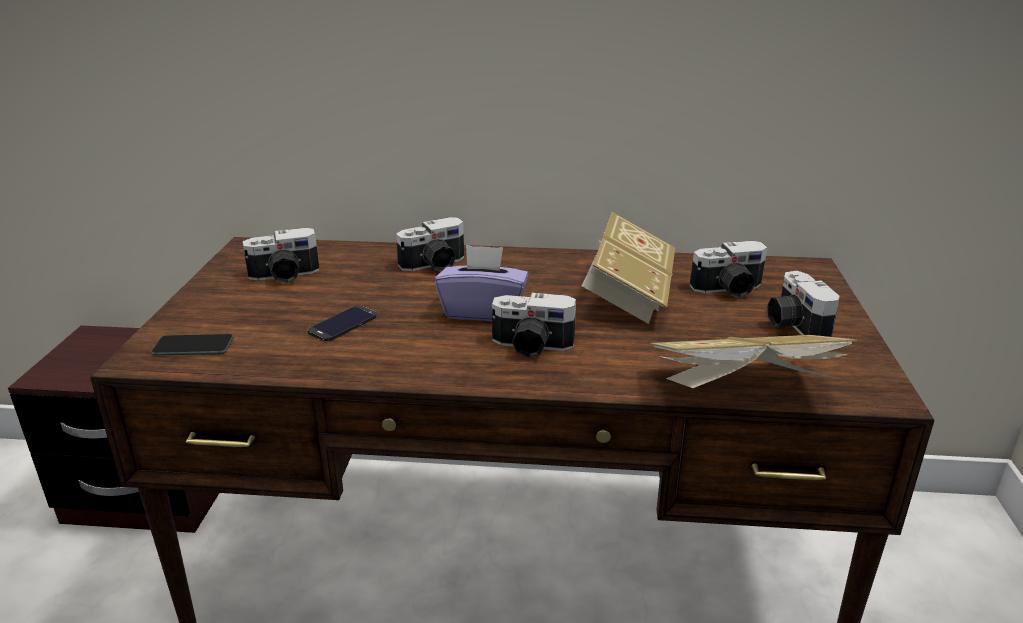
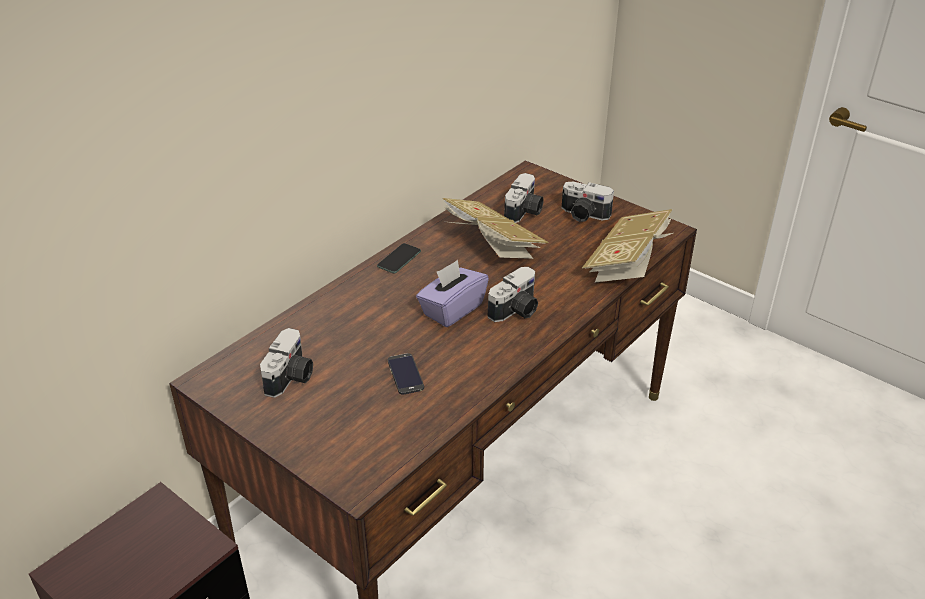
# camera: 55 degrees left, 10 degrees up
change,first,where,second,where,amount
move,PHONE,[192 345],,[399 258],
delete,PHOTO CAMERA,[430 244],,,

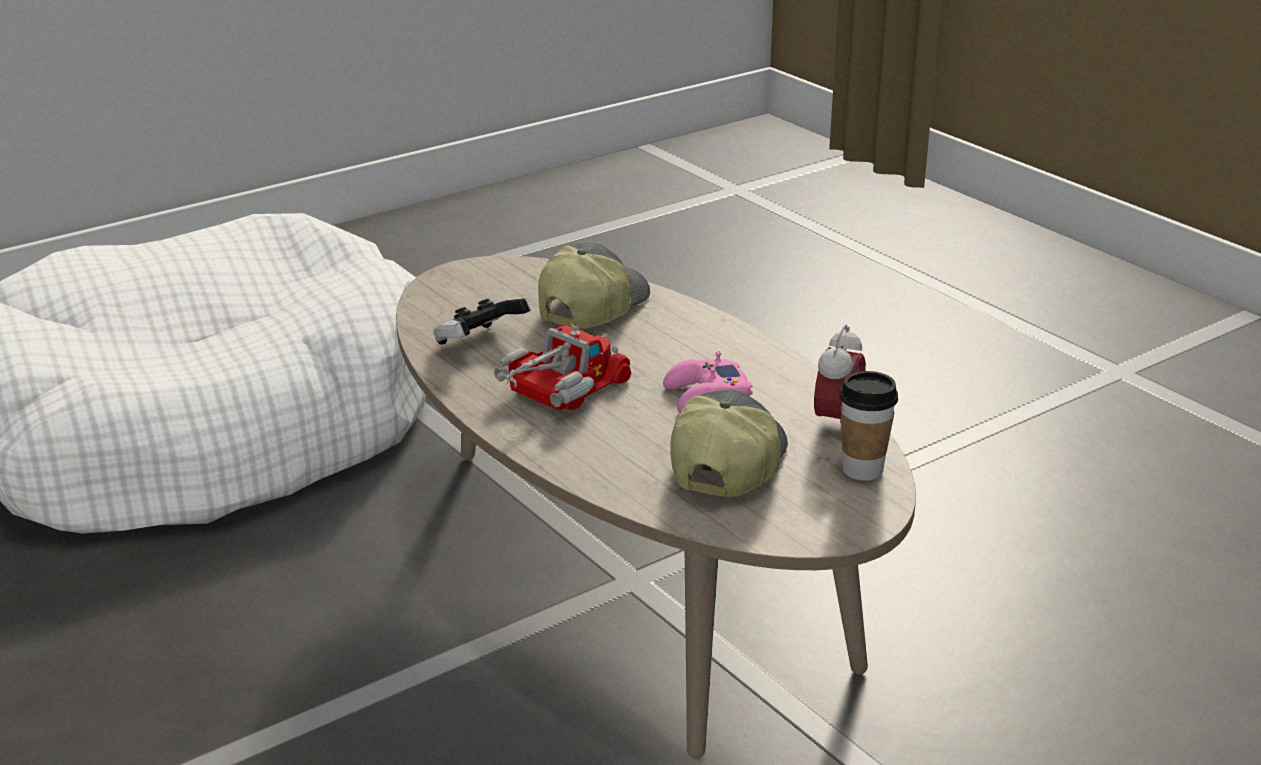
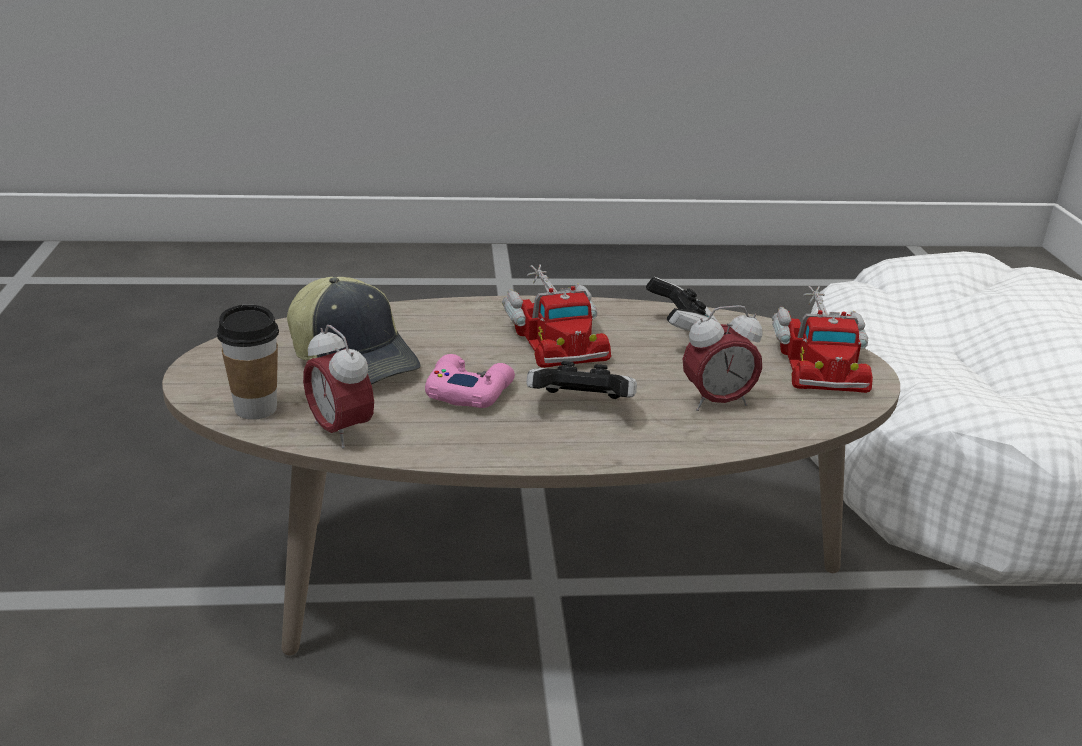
# camera: 120 degrees right, 0 degrees up
change,first,where,second,where,amount
insert,,,GAME CONTROLLER,[581 380],
replace,CAP,[594 286],ALARM CLOCK,[723 358],
insert,,,TOY TRUCK,[822 339],

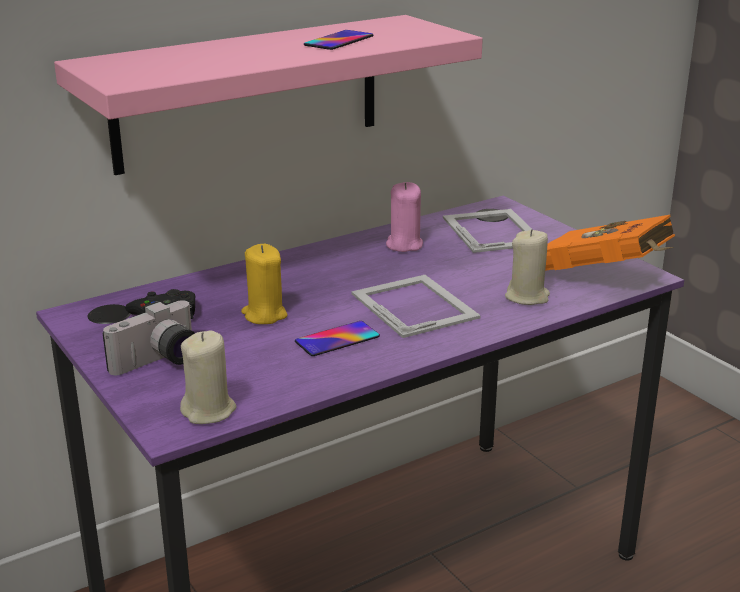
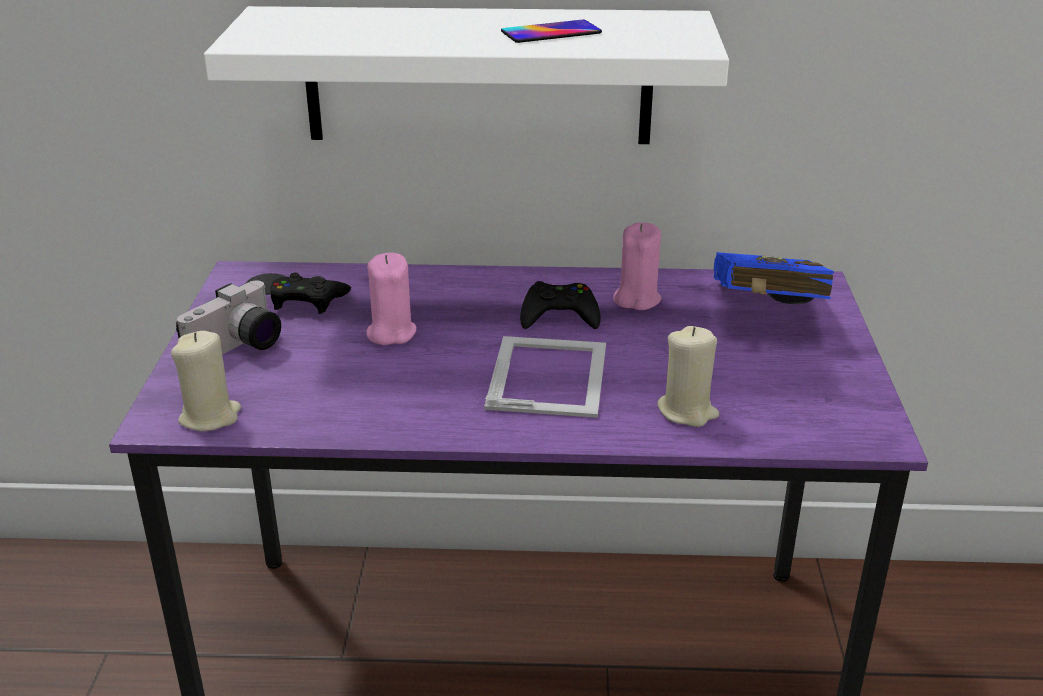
# camera: 35 degrees right, 5 degrees up
change,first,where,second,where,amount
rotate,PHOTO CAMERA,[149 337],,[228 317],45 degrees counterclockwise
recolor,PINK SHELF,[268 95],WHITE SHELF,[466 75],
recolor,YELLOW CANDLE,[264 284],PINK CANDLE,[391 299],
insert,,,BLACK GAME CONTROLLER,[560 305],
replace,PICTURE FRAME,[487 231],BLUE BOOK,[774 275],
delete,PHONE,[337 338],,,
delete,ORANGE BOOK,[610 243],,,

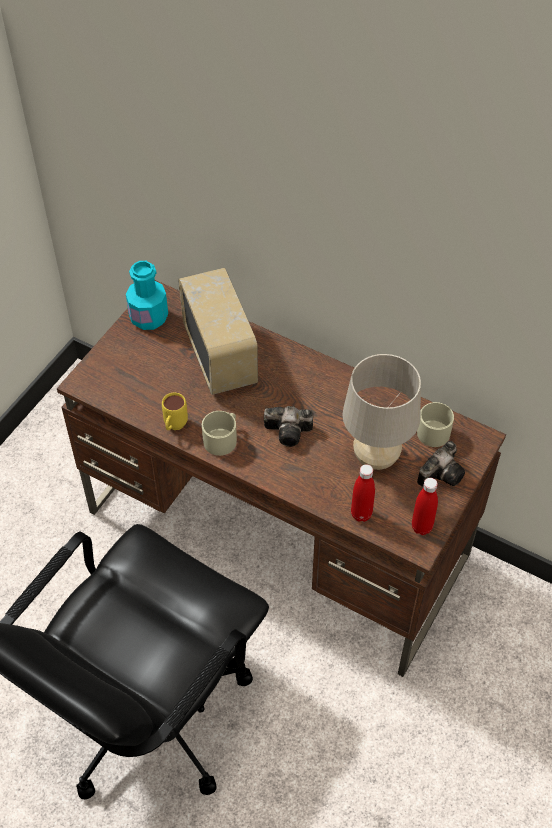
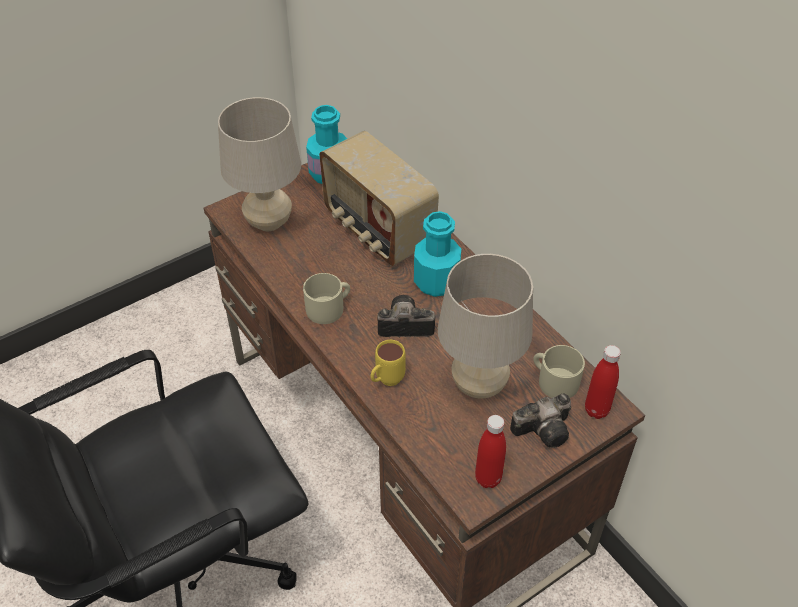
# camera: 25 degrees right, 5 degrees down
change,first,where,second,where,amount
insert,,,BEIGE TABLE LAMP,[259 164],
rotate,RADIO,[218 331],,[379 198],135 degrees clockwise
move,YELLOW MUG,[175 411],,[387 363],
rotate,PHOTO CAMERA,[288 426],,[406 316],150 degrees clockwise
insert,,,TURQUOISE BOTTLE,[437 254],
move,RED BOTTLE,[363 493],,[603 382],

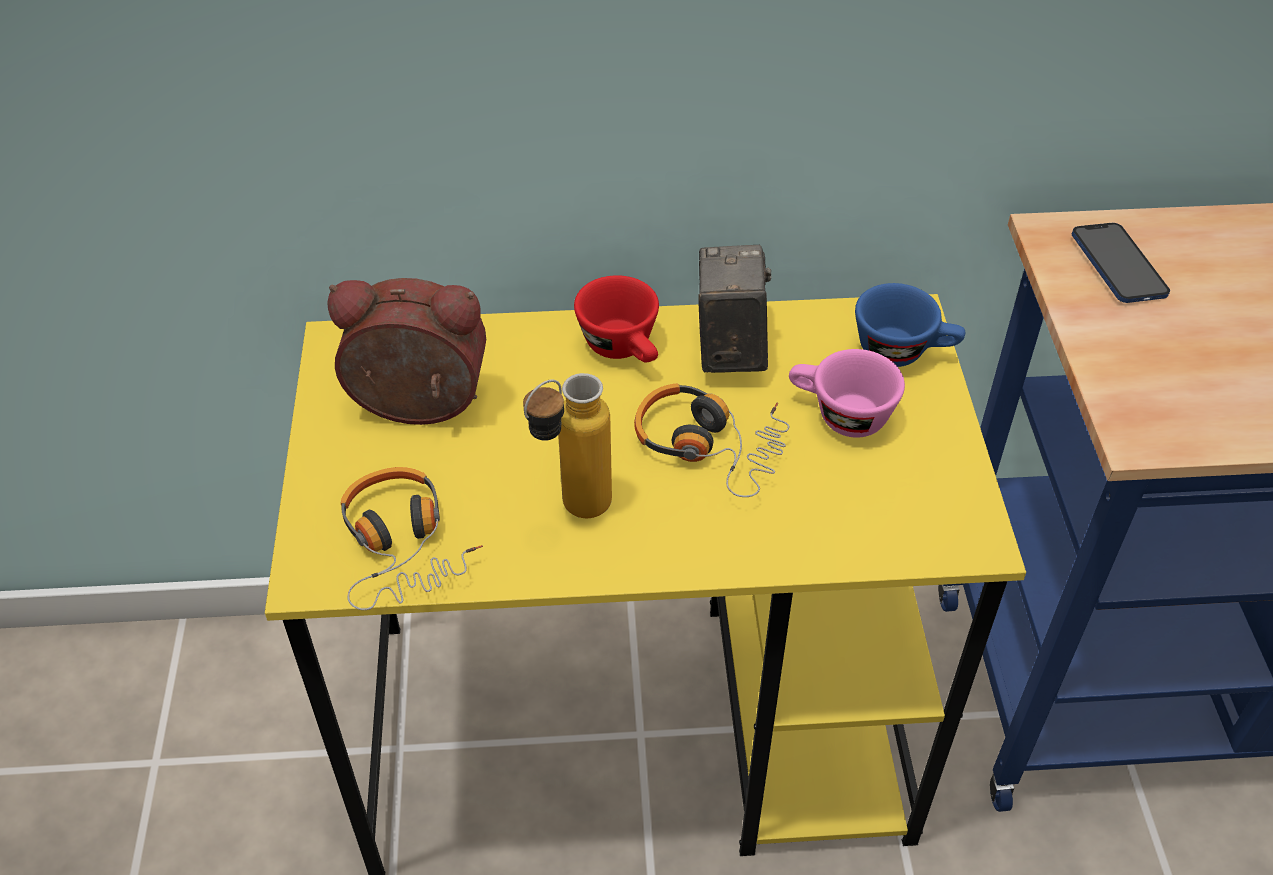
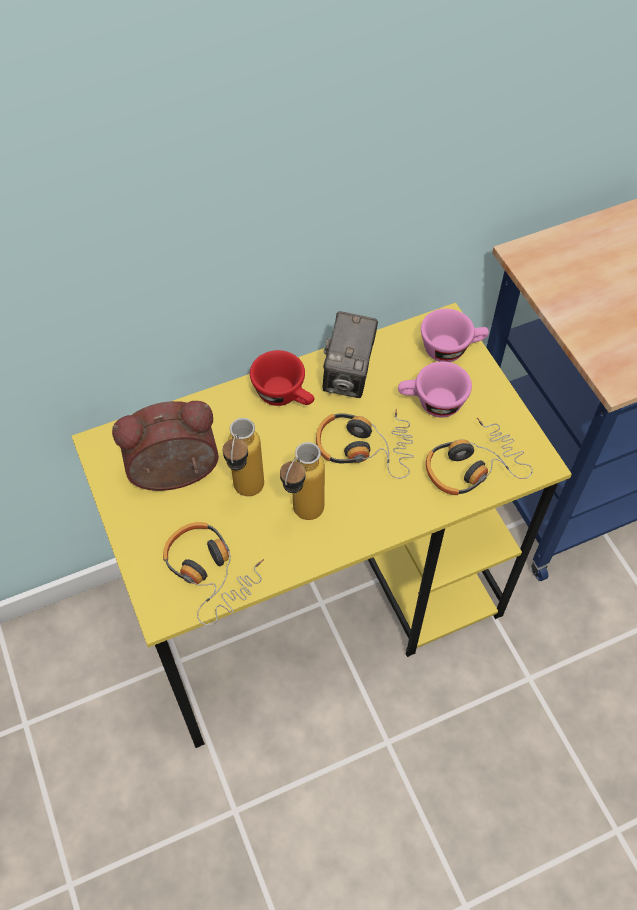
# camera: 20 degrees left, 10 degrees up
change,first,where,second,where,amount
insert,,,BOTTLE,[243 457],
rotate,PHOTO CAMERA,[734 309],,[350 354],150 degrees counterclockwise
recolor,BLUE CUP,[910 325],PINK CUP,[455 335],
insert,,,HEADPHONES,[479 456],
delete,PHONE,[1121 263],,,

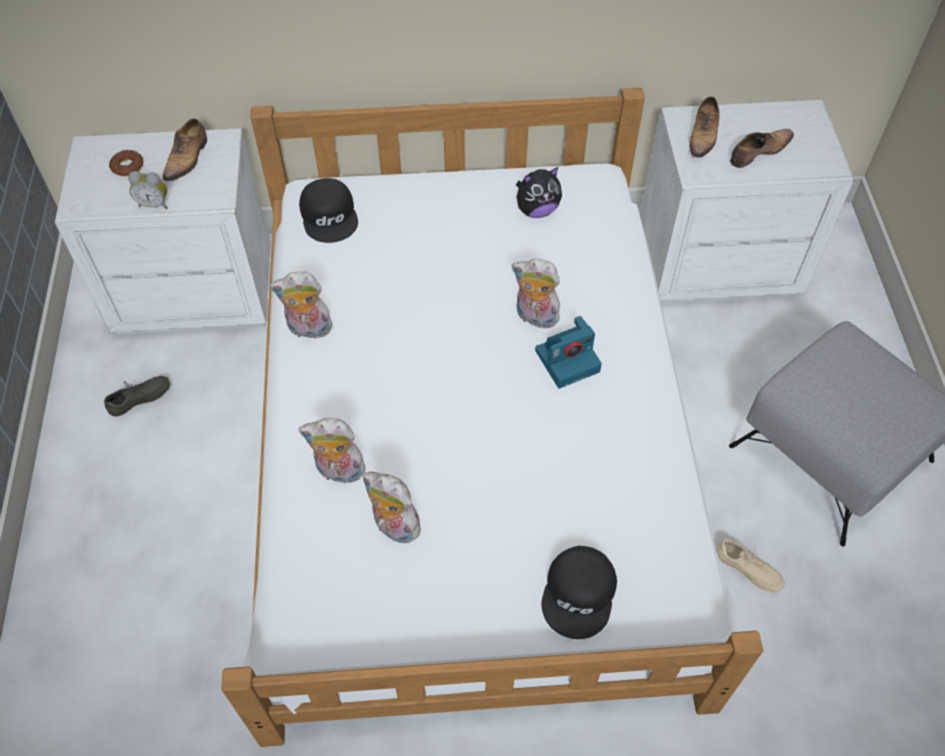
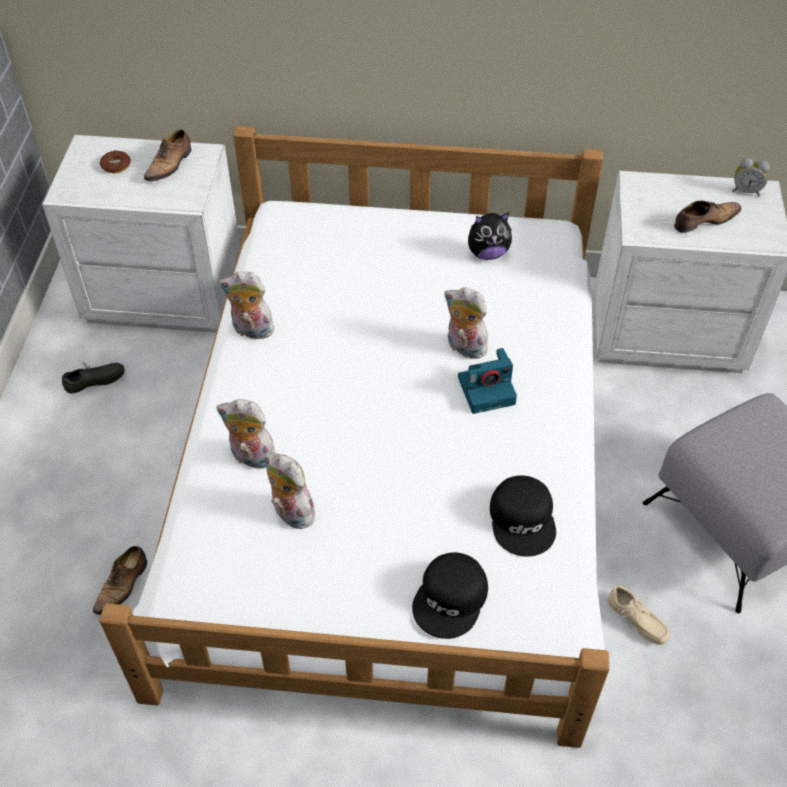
# camera: 10 degrees right, 5 degrees down
change,first,where,second,where,amount
move,SHOE,[704 127],,[120 580],
move,BLACK CAP,[328 210],,[523 516],
move,ALARM CLOCK,[147 190],,[751 177],

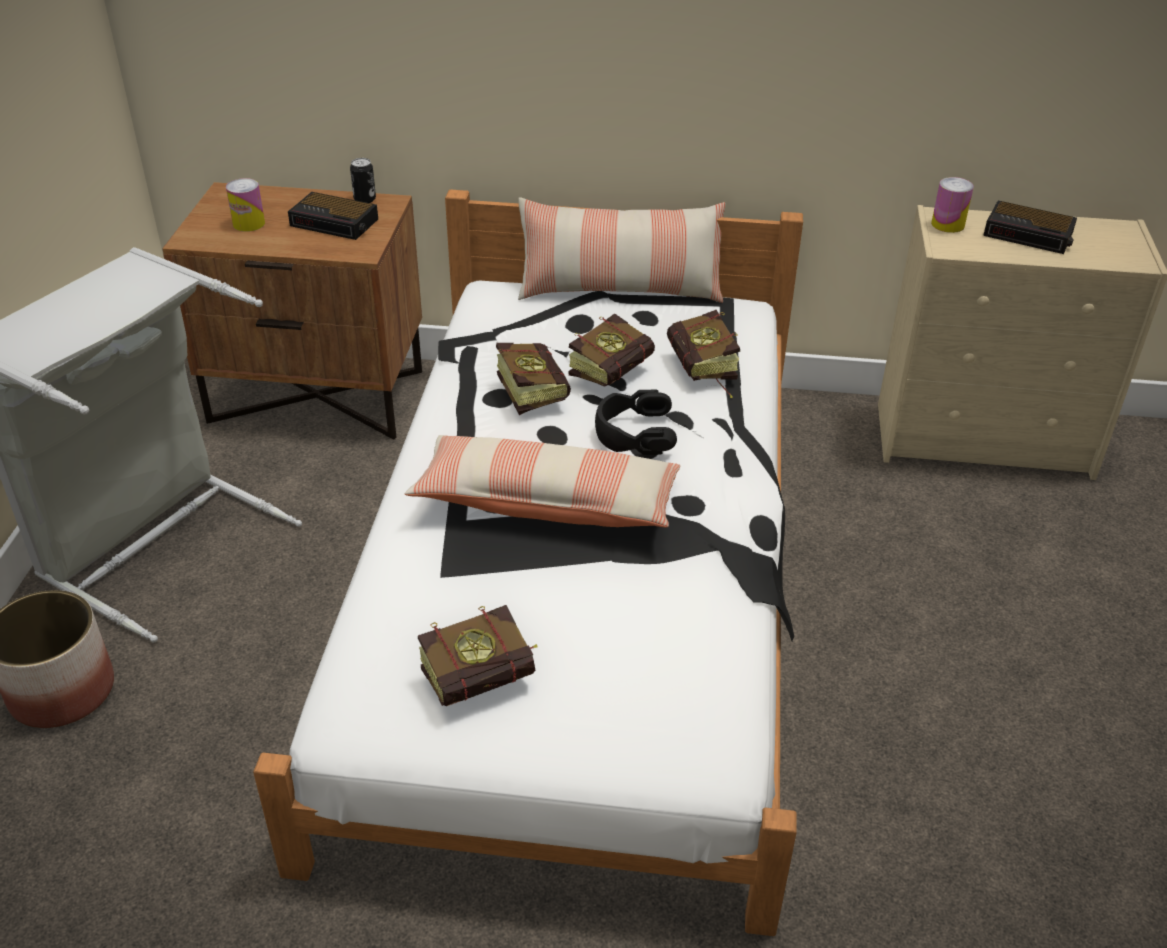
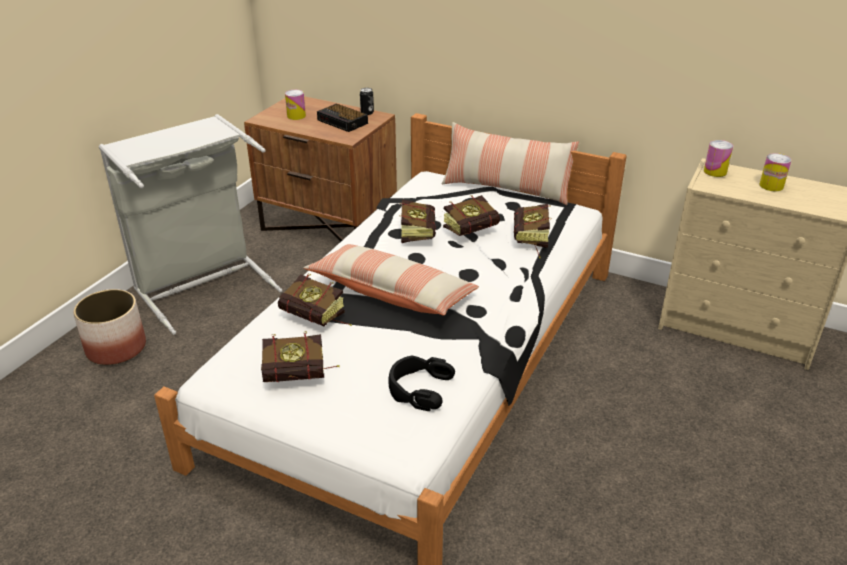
# camera: 20 degrees right, 5 degrees down
change,first,where,second,where,amount
insert,,,BOOK,[315 300],
move,BLACK HEADPHONES,[636 422],,[421 383],
replace,ALARM CLOCK,[1030 227],CAN,[775 172],

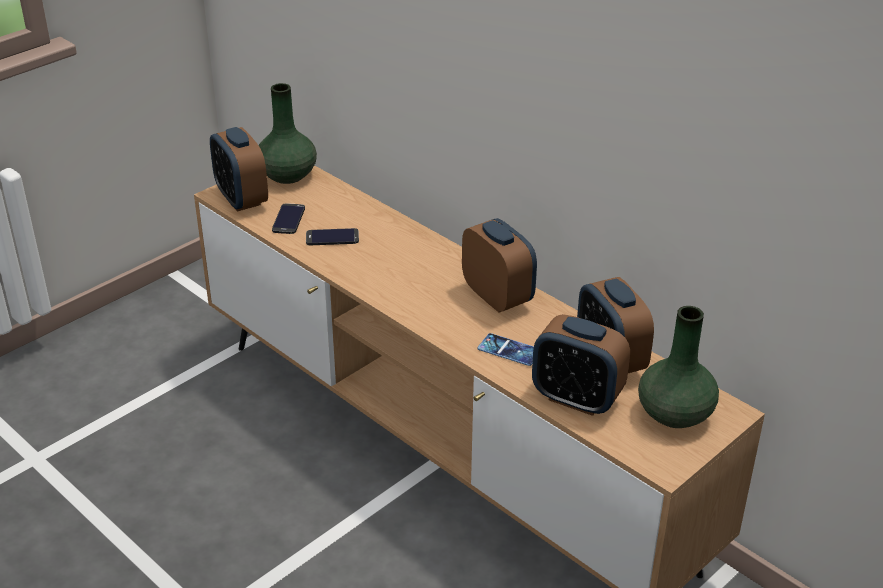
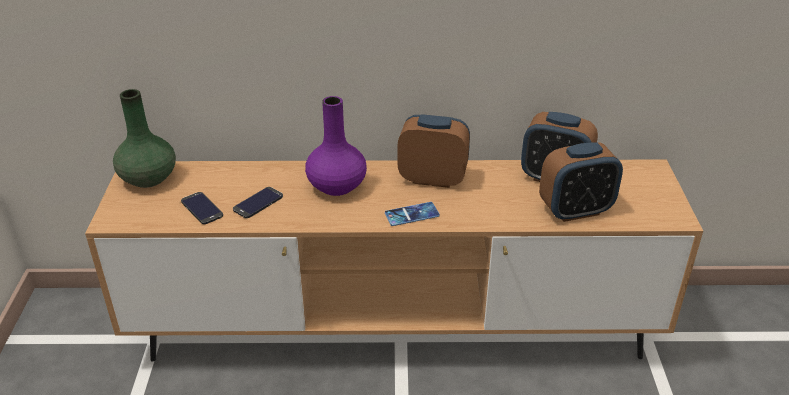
# camera: 45 degrees left, 0 degrees up
change,first,where,second,where,amount
insert,,,PURPLE VASE,[336 146],
move,PHONE,[506 349],,[412 214],
delete,ALARM CLOCK,[239 169],,,
delete,GREEN VASE,[678 367],,,

